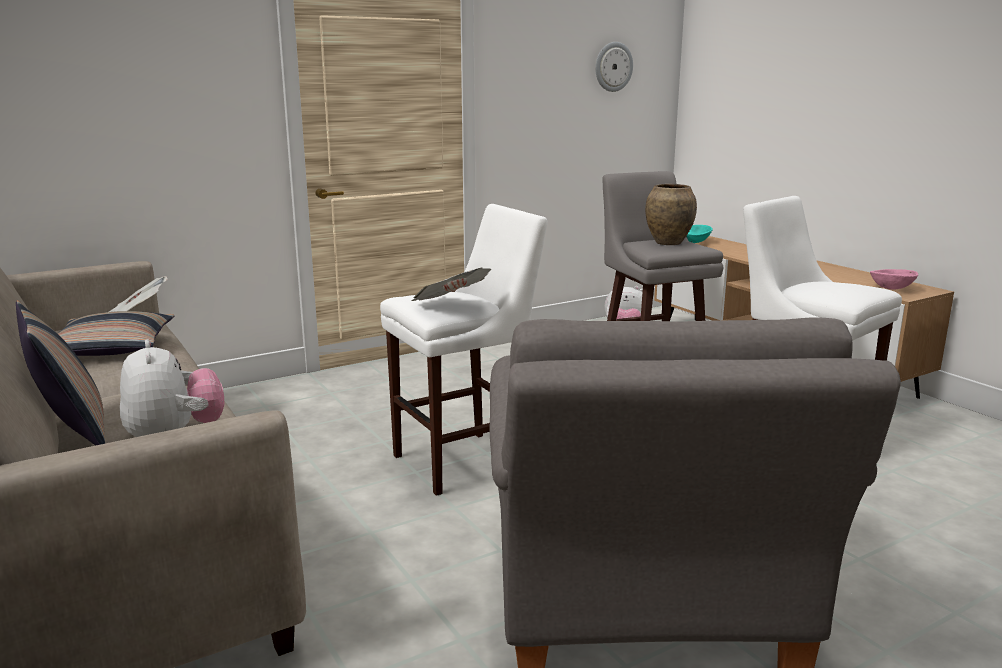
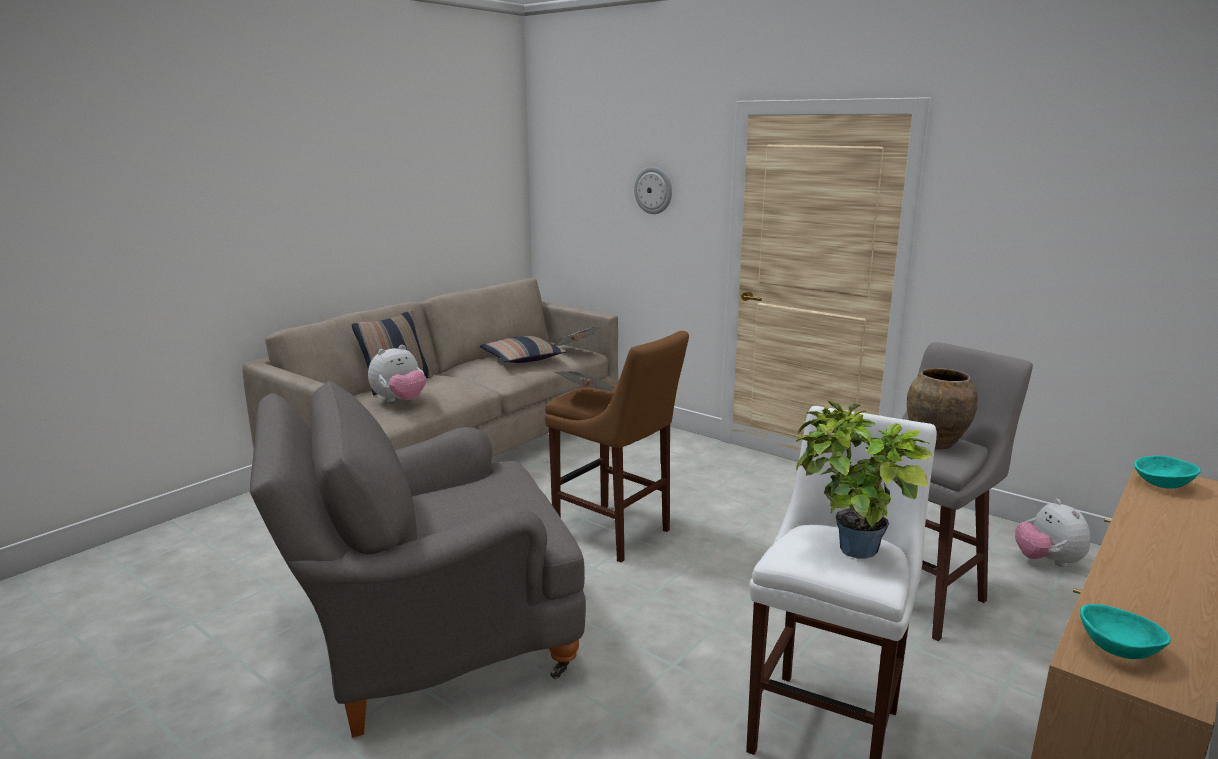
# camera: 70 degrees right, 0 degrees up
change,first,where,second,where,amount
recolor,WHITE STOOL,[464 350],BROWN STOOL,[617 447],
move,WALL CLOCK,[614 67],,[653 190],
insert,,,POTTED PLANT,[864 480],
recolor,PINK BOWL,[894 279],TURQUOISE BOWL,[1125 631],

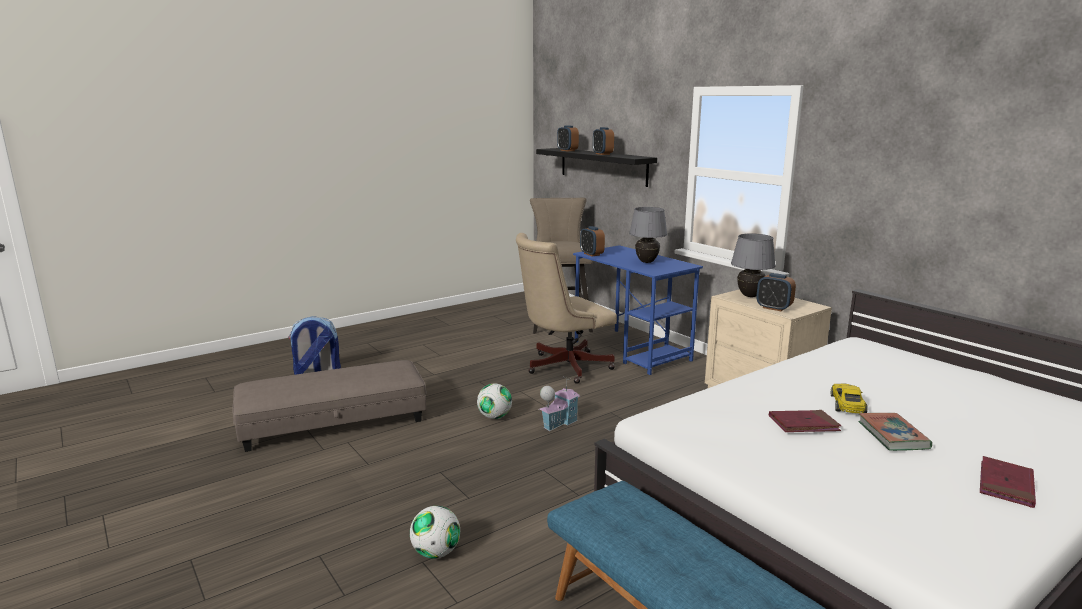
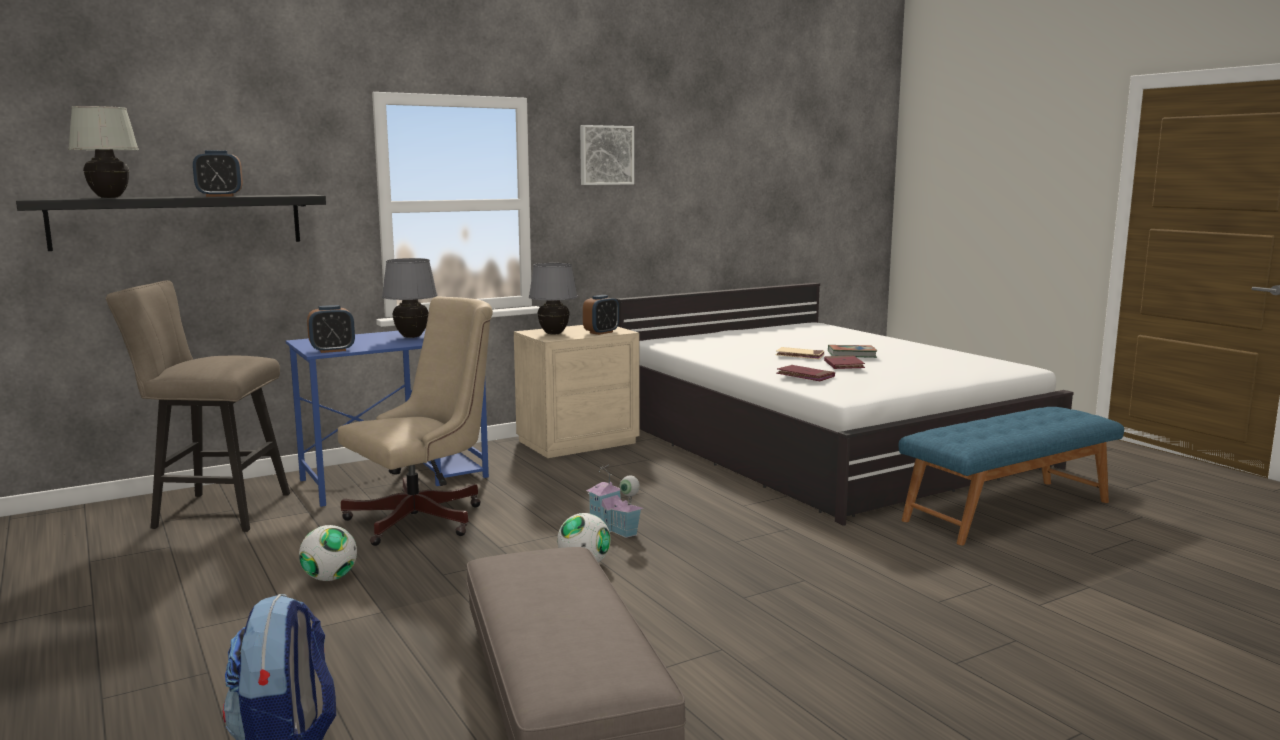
# camera: 85 degrees left, 5 degrees down
change,first,where,second,where,amount
replace,ALARM CLOCK,[568 138],WHITE TABLE LAMP,[103 152],
move,FOOTBALL,[435 532],,[328 553],
rotate,BEIGE OFFICE CHAIR,[566 308],,[415 421],105 degrees counterclockwise
insert,,,PICTURE,[607 155],
replace,YELLOW TOY CAR,[849 398],BEIGE BOOK,[799 353],
move,RED BOOK,[1008 482],,[806 373],

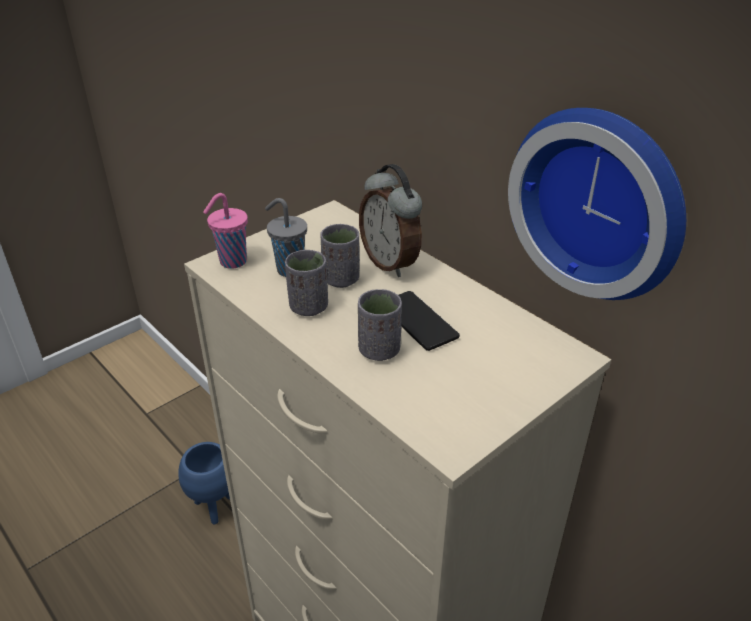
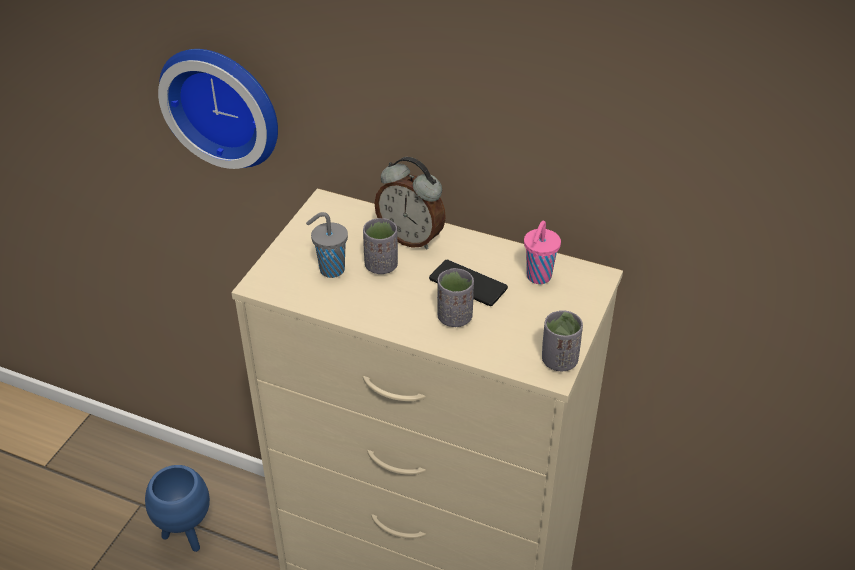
# camera: 25 degrees left, 5 degrees up
change,first,where,second,where,amount
move,WALL CLOCK,[597 204],,[218 109],
move,PINK CUP,[225 231],,[542 252],
move,GREY CUP,[306 283],,[562 341],

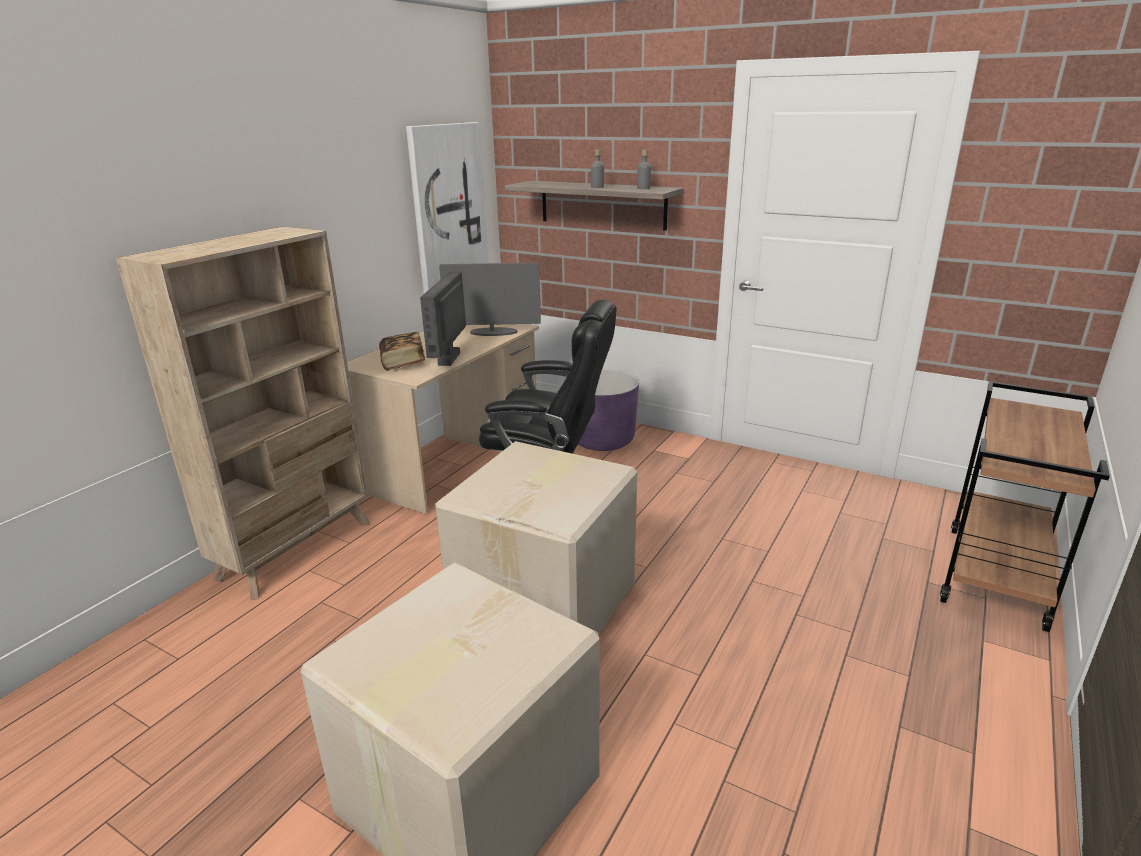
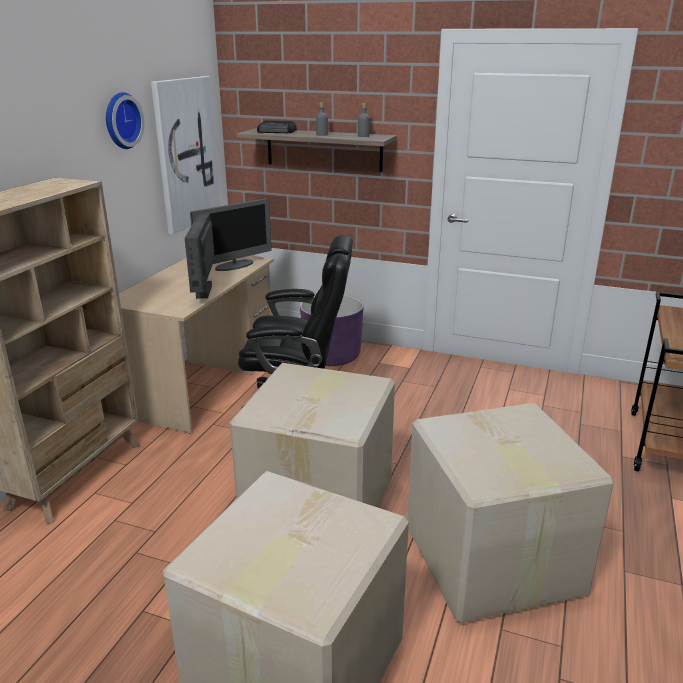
# camera: 10 degrees left, 0 degrees up
change,first,where,second,where,amount
insert,,,WALL CLOCK,[125 120],
rotate,MONITOR,[490 299],,[231 234],150 degrees clockwise
insert,,,RADIO,[277 126],
insert,,,CARDBOARD BOX,[510 513],
delete,BOOK,[402 351],,,

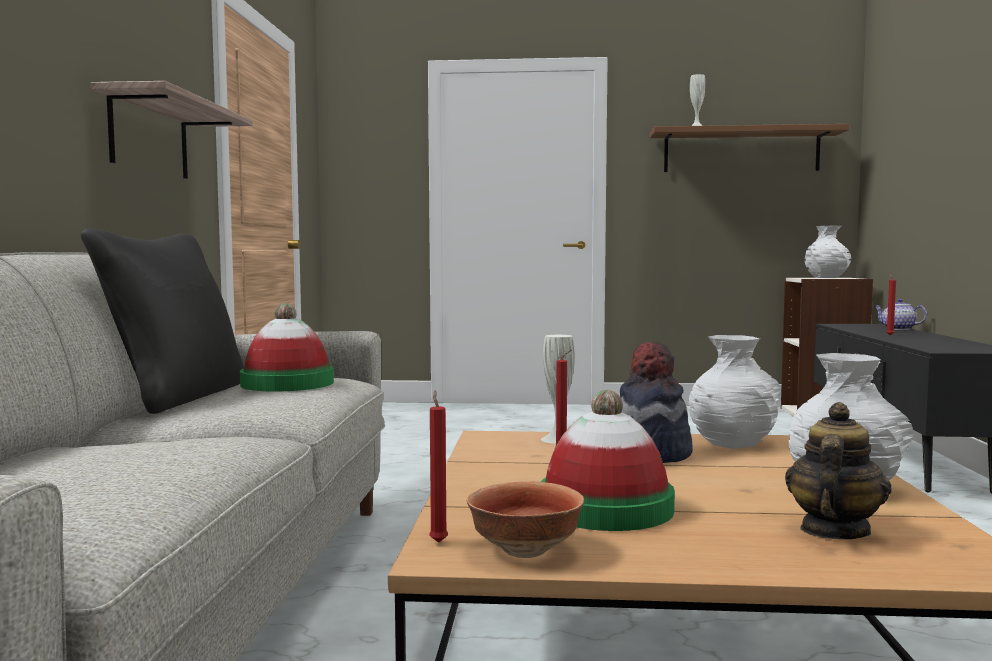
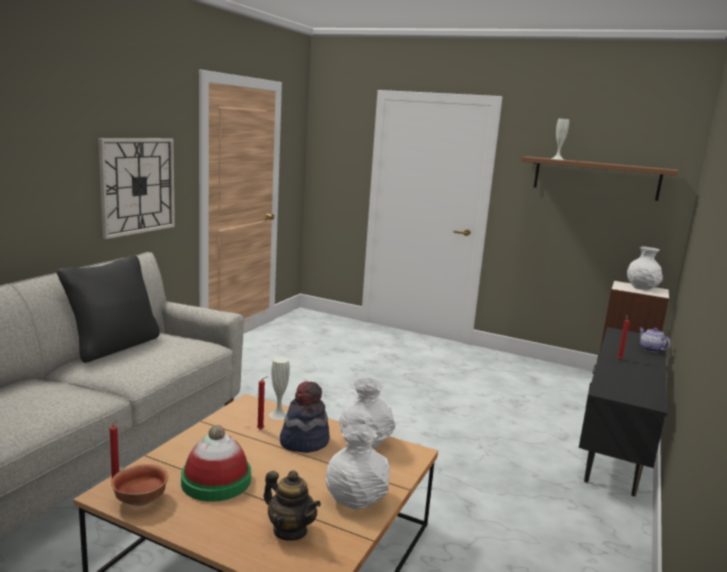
# camera: 20 degrees right, 10 degrees up
change,first,where,second,where,amount
replace,SHELF,[172 130],WALL CLOCK,[136 188],
rotate,TEAPOT,[838 470],,[292 506],75 degrees clockwise
delete,HAT,[287 347],,,

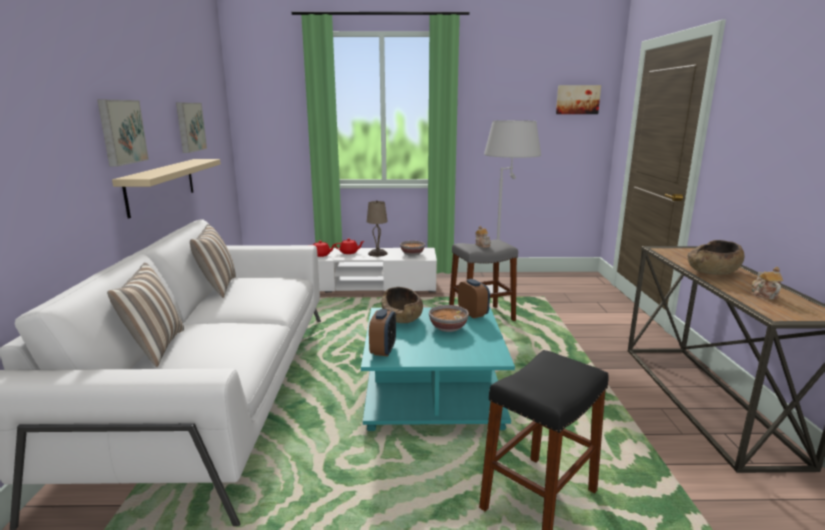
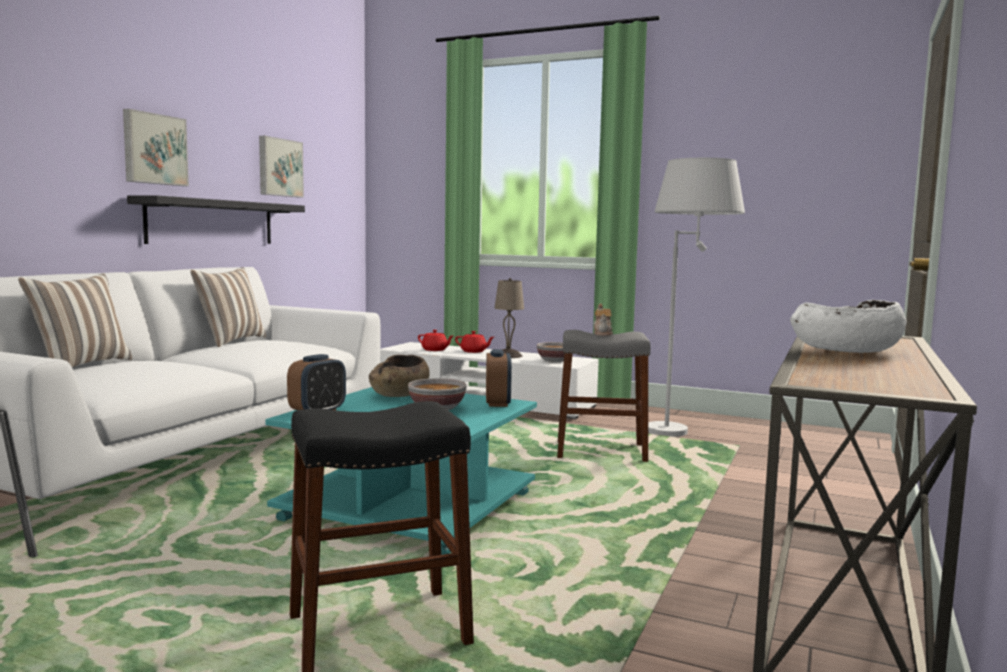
# camera: 25 degrees right, 10 degrees down
change,first,where,second,where,amount
recolor,BEIGE SHELF,[166 189],BLACK SHELF,[216 219],
recolor,BROWN BOWL,[716 257],WHITE BOWL,[848 326],
delete,PICTURE,[578 99],,,
delete,TEAPOT,[767 283],,,

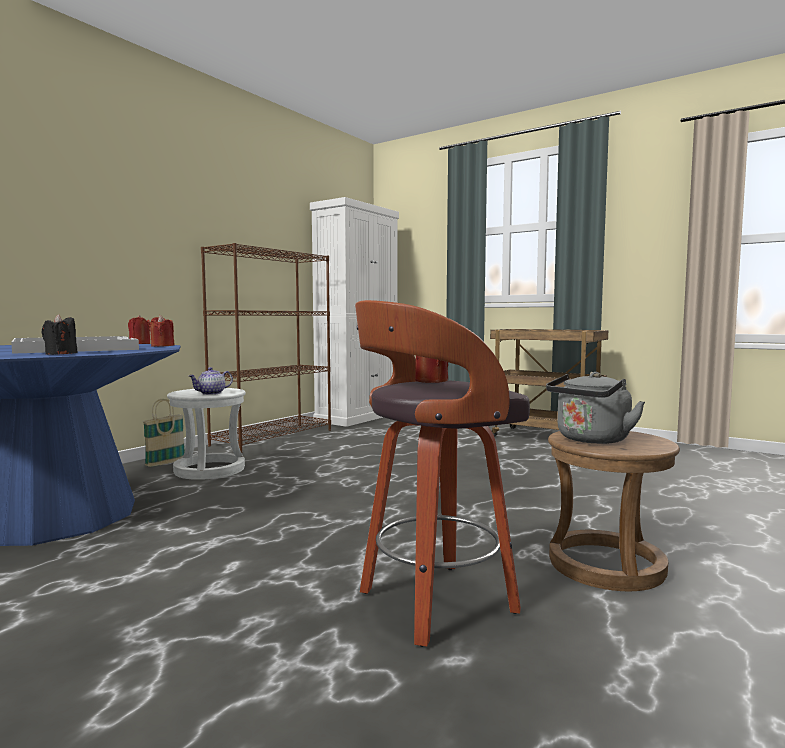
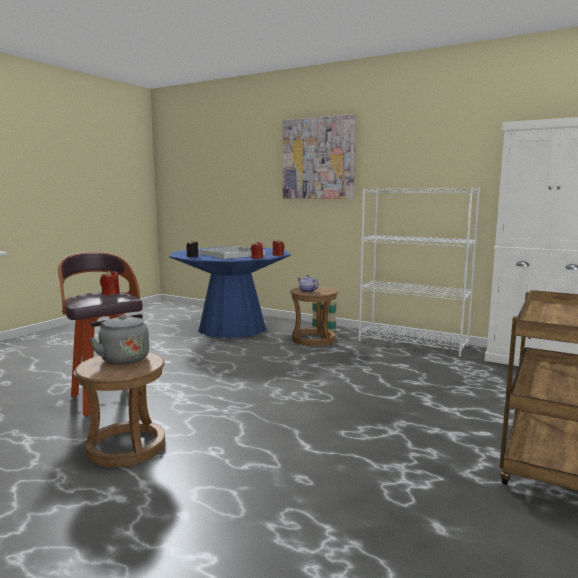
# camera: 85 degrees right, 5 degrees up
change,first,where,second,where,amount
insert,,,PICTURE,[319 156],
recolor,WHITE STOOL,[206 434],BROWN STOOL,[314 316],
recolor,BROWN BOOKCASE,[266 348],WHITE BOOKCASE,[419 272],

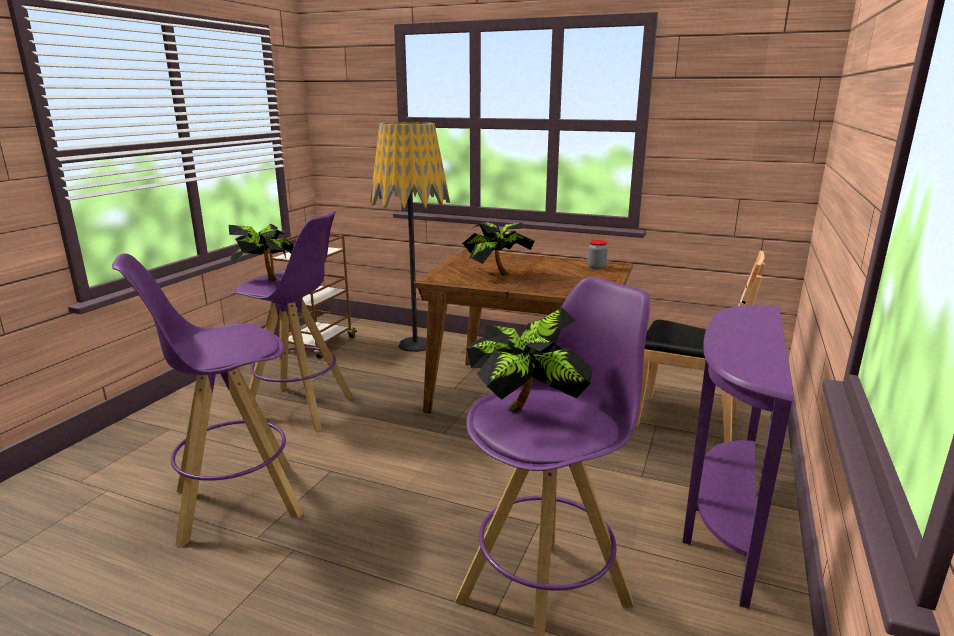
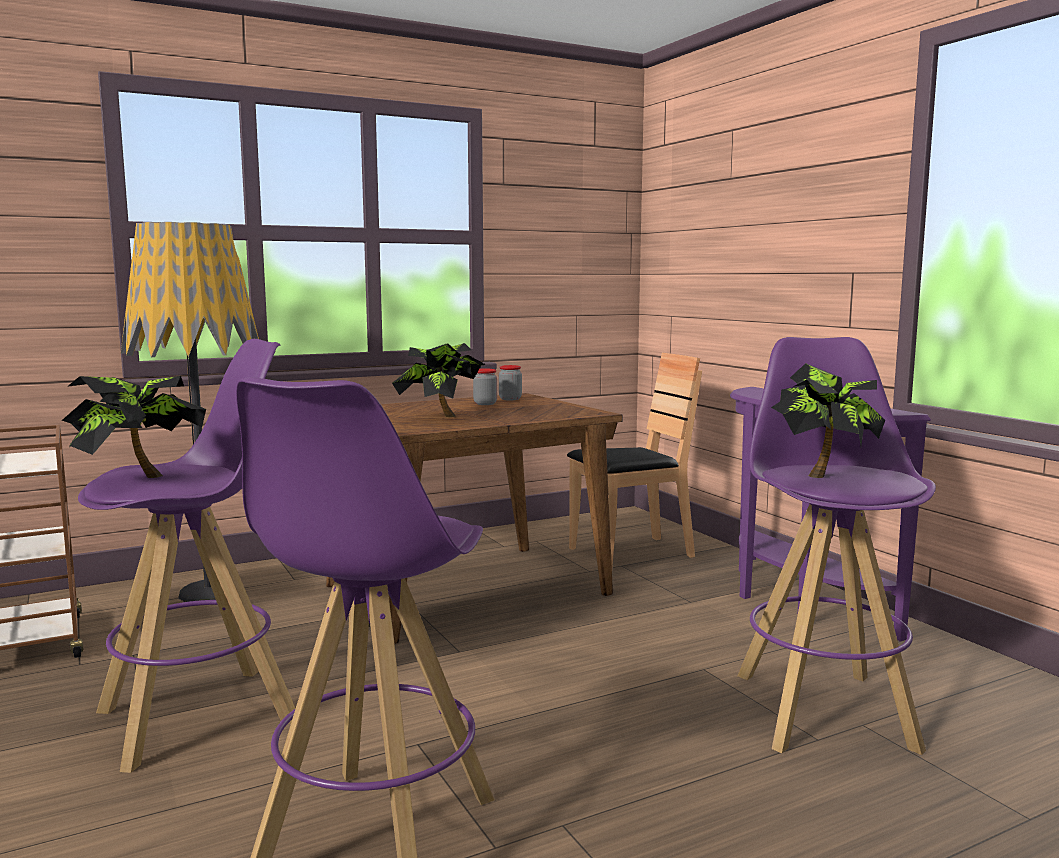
# camera: 50 degrees left, 10 degrees down
change,first,where,second,where,amount
insert,,,JAR,[485 386],

